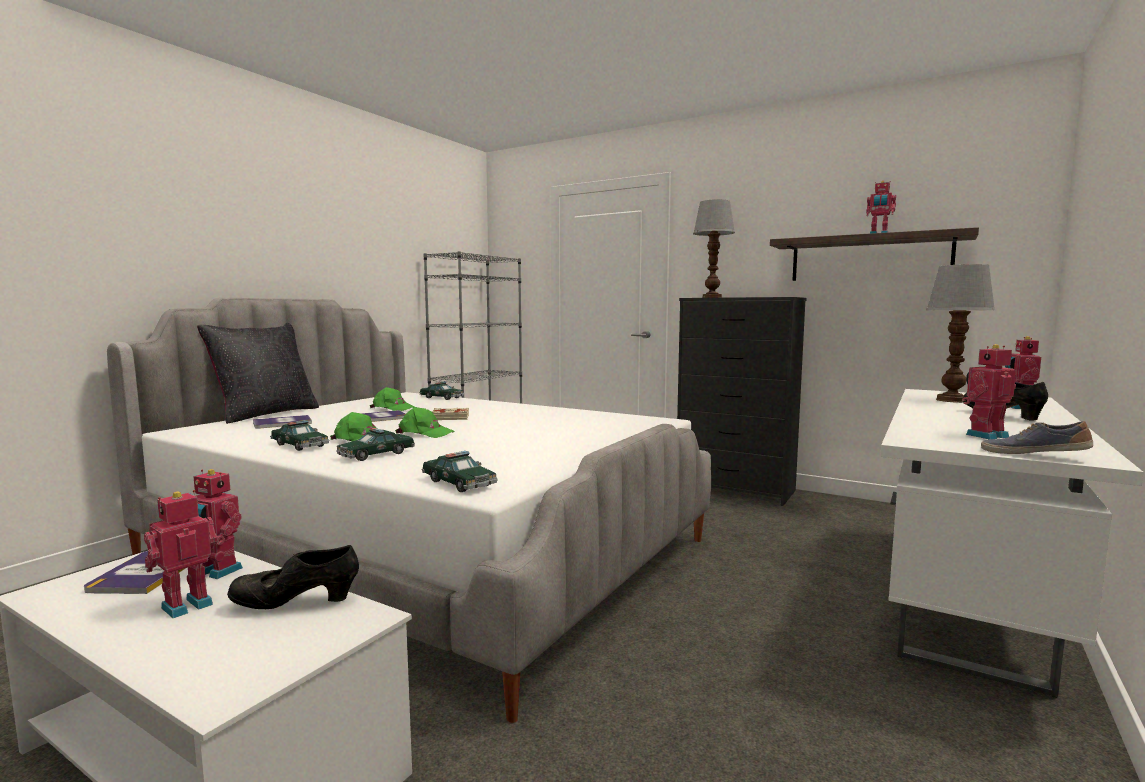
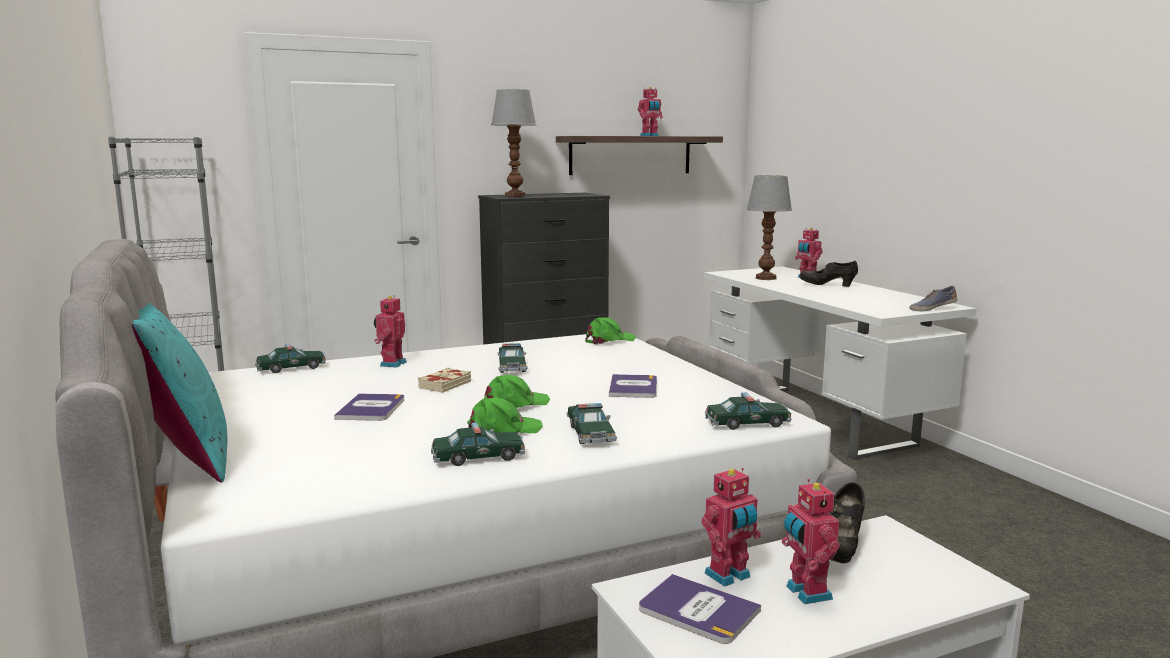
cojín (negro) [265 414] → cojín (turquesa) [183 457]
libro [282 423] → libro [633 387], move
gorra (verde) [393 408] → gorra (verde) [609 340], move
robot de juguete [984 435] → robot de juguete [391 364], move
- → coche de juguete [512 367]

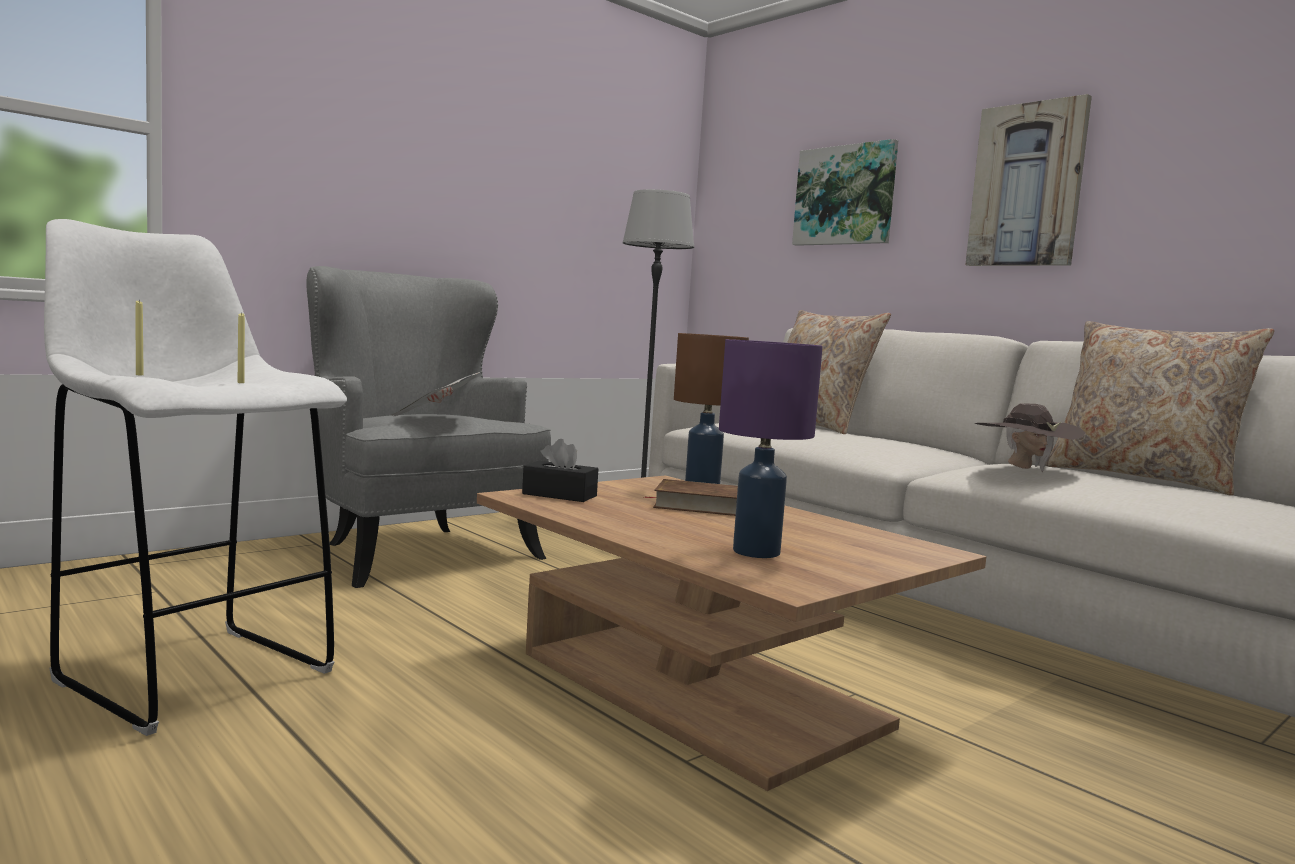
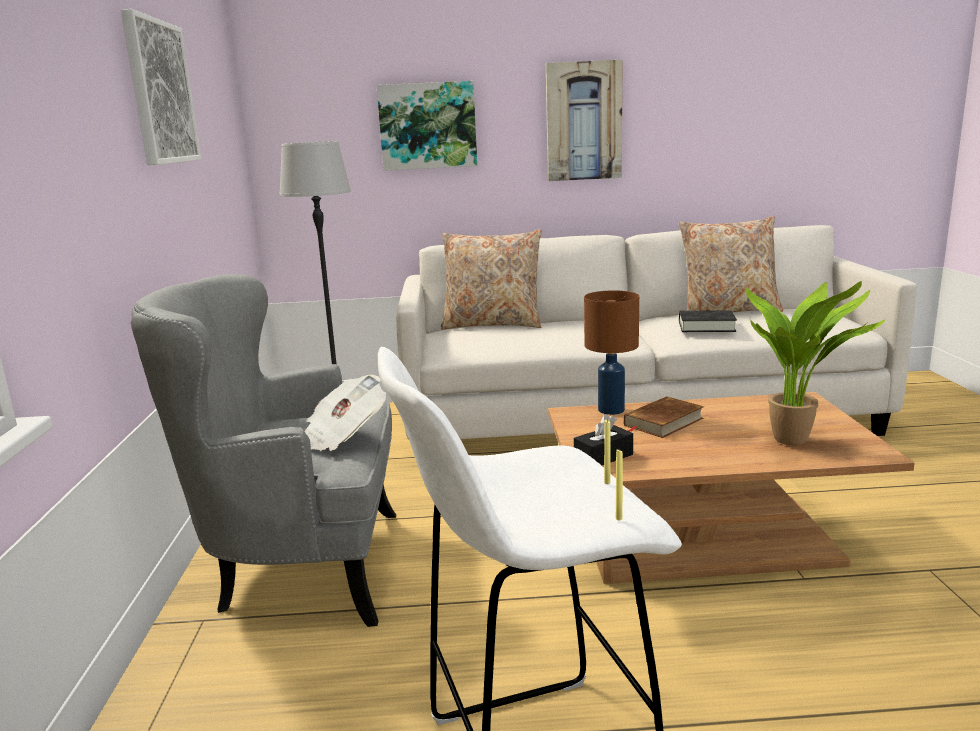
lámpara de mesa (morado) [756 551] → planta en maceta [796 440]
sombrero (marrón) [1023 469] → libro (negro) [706 326]
- → cuadro [160 92]

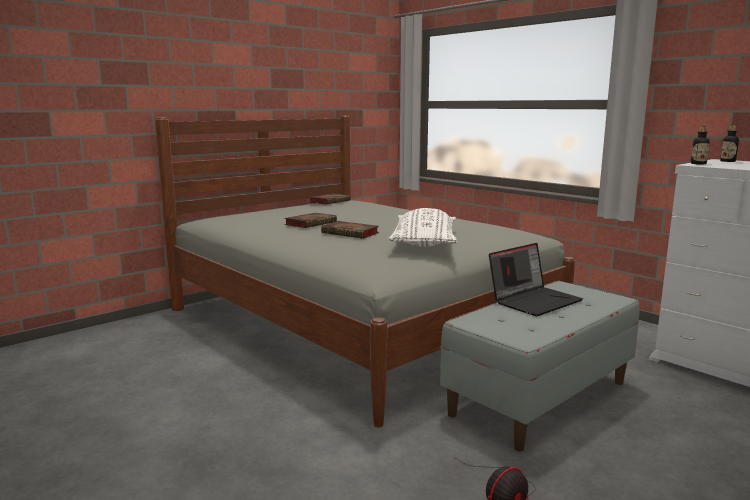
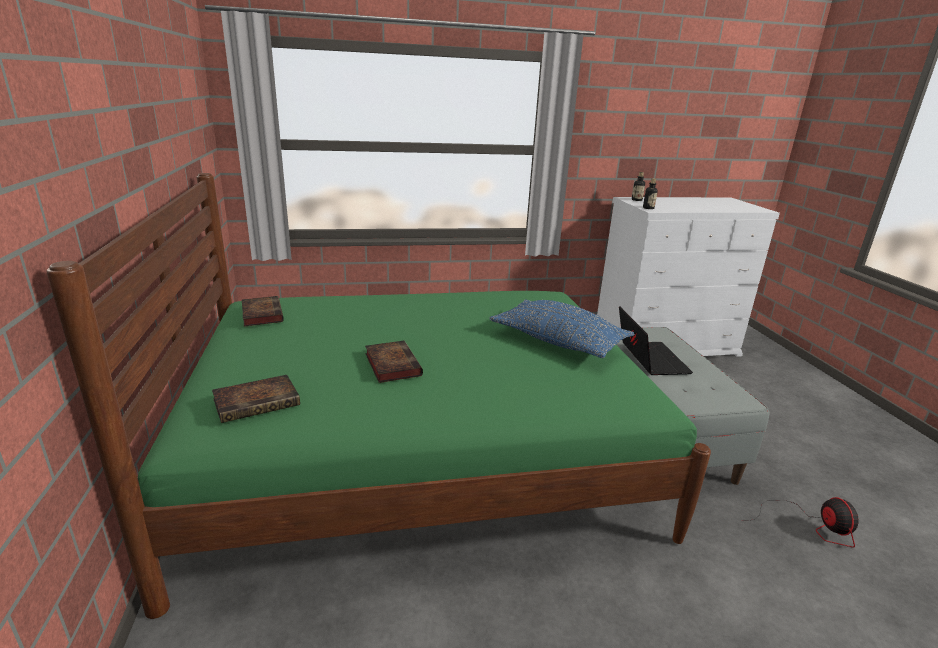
cama (gris) [357 322] → cama (verde) [420 454]
libro [351 233] → libro [259 402], move
cojín (blanco) [424 242] → cojín (azul) [558 341]

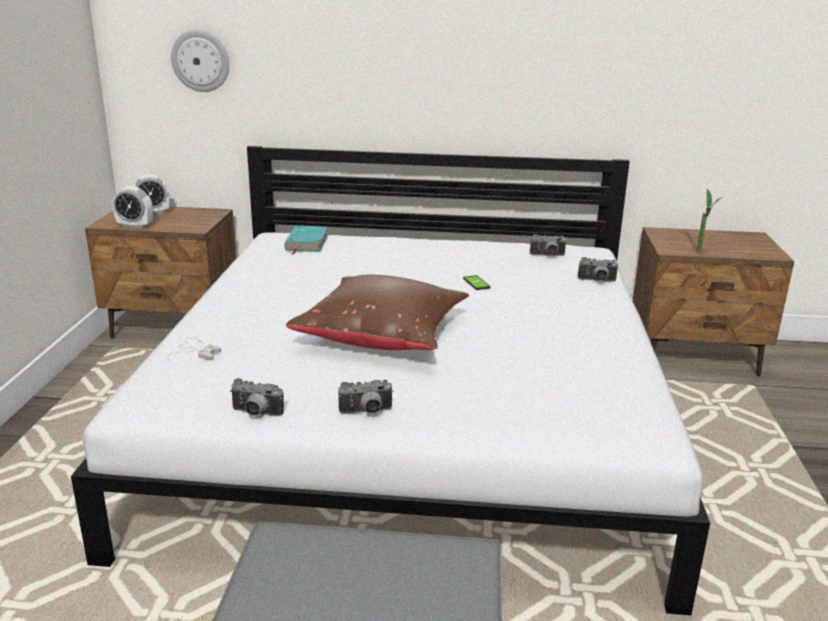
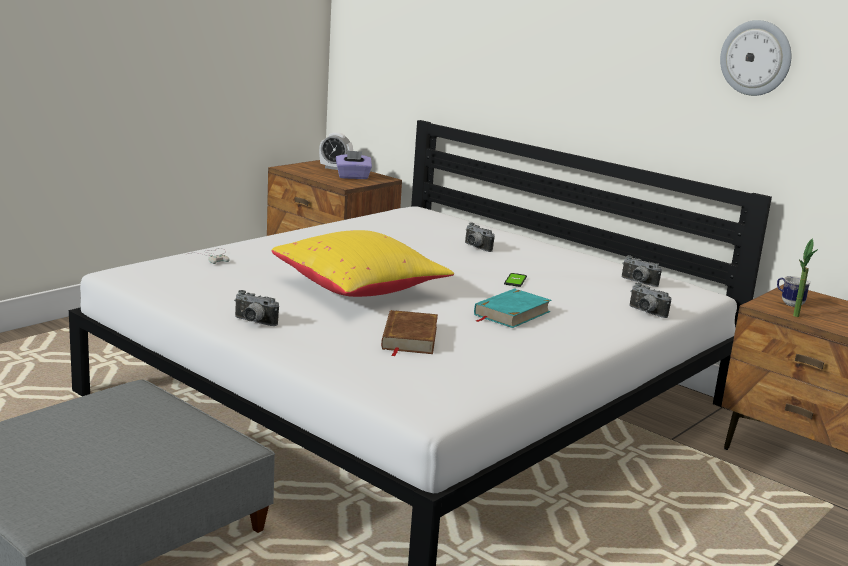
despertador [135 226] → -
reloj de pared [201 61] → reloj de pared [756 58], move
cámara [255 414] → cámara [475 247], move
libro (turquesa) [306 243] → libro (turquesa) [511 313], move
cojín (marrón) [383 337] → cojín (amarillo) [360 289]
- → caja de pañuelos (morado) [353 177]
- → libro (marrón) [409 338]
- → taza grande [789 303]

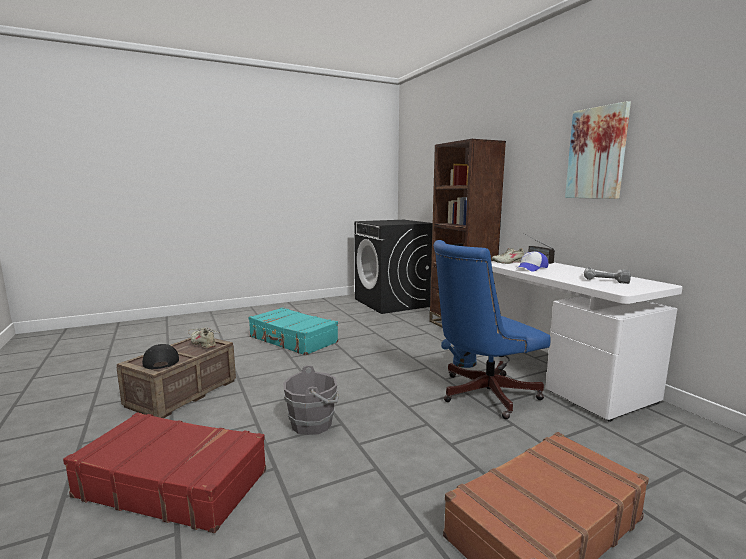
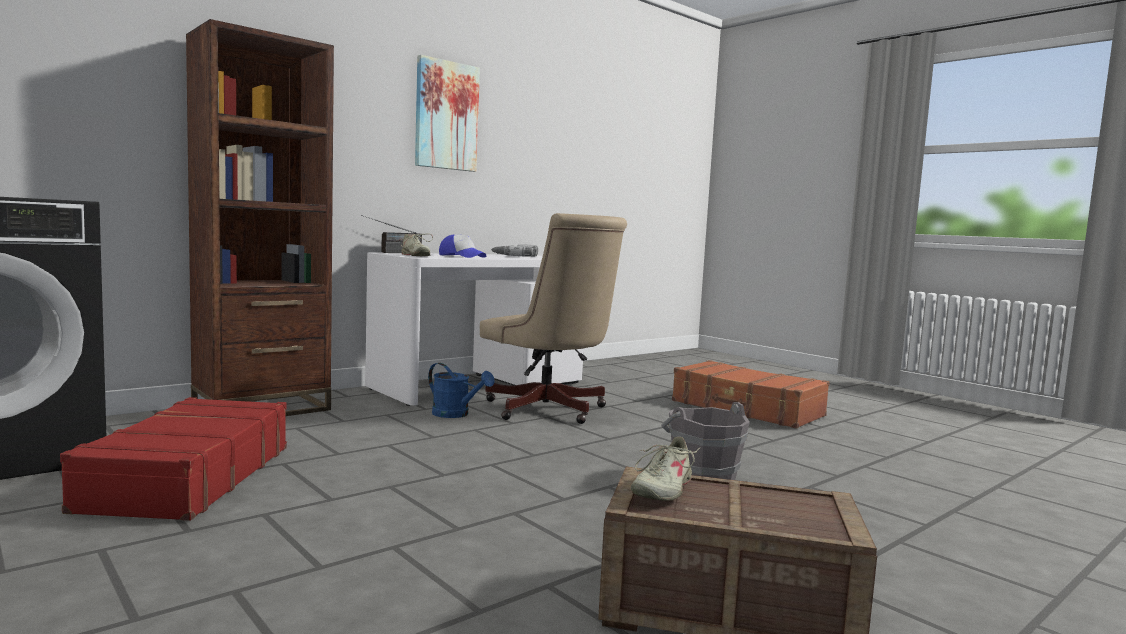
maleta (rojo) [173 483] → maleta (rojo) [187 478], move
gorra (negro) [161 360] → -
maleta (turquesa) [292 340] → -
silla de oficina (azul) [481 394] → silla de oficina (beis) [549 411]

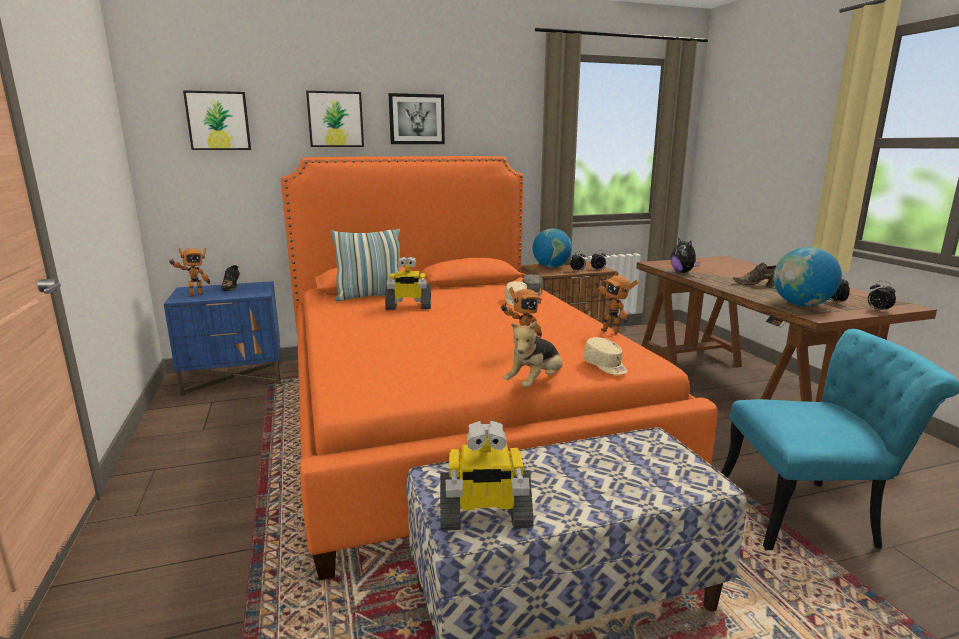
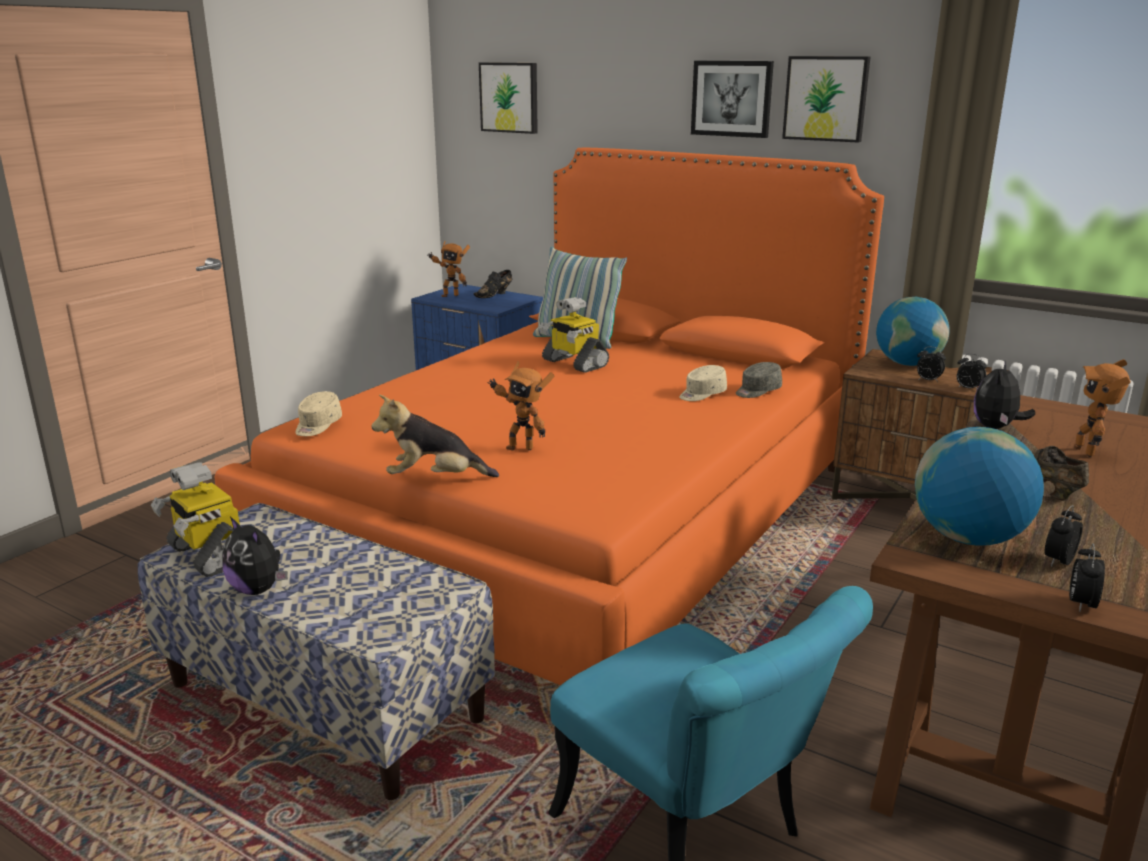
cuadro [335 119] → cuadro [826 98], move
gorra (beis) [605 366] → gorra (beis) [317 426], move
robot de juguete [610 331] → robot de juguete [1087 451], move
- → peluche [258 589]

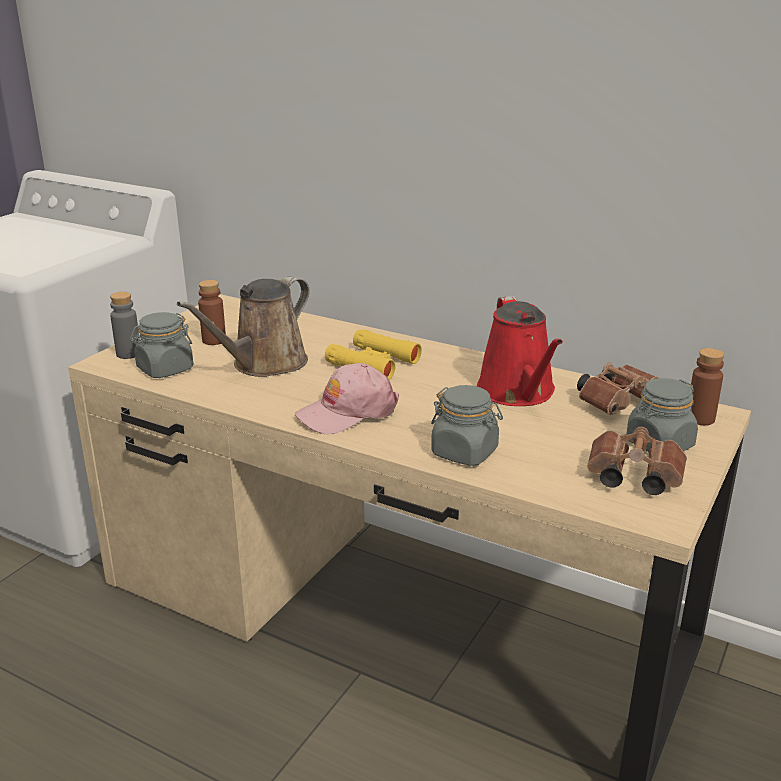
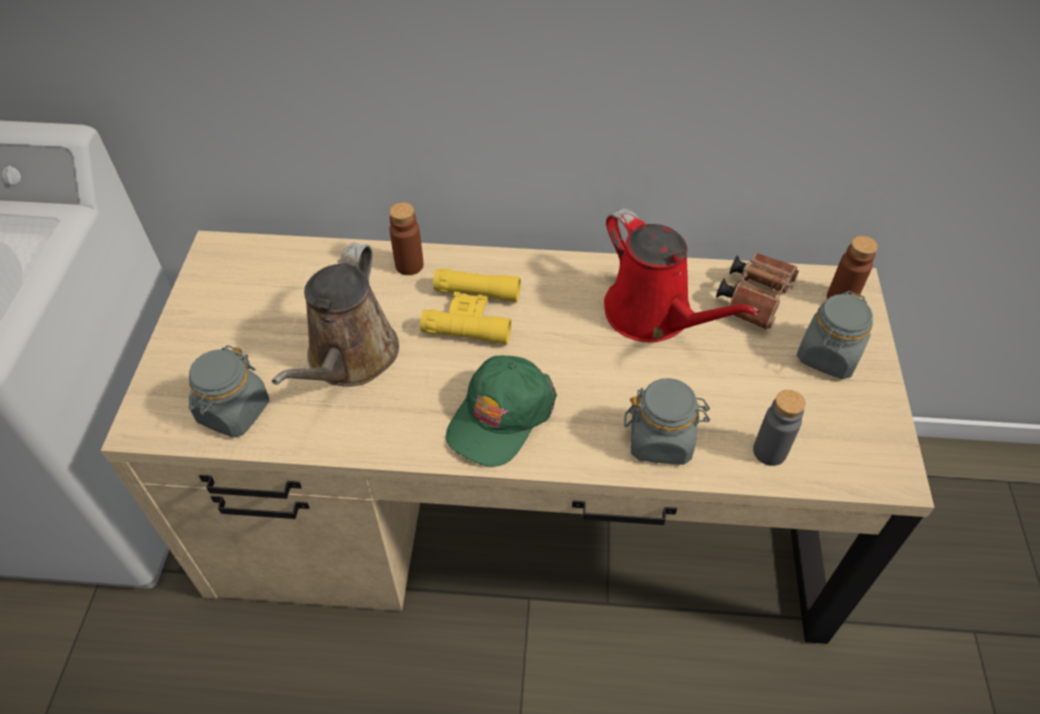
botella (gris) [128 354] → botella (gris) [769 451], move
botella (marrón) [214 340] → botella (marrón) [409 265], move
gorra (rosa) [347 412] → gorra (verde) [500 416]
prismáticos (marrón) [631 478] → -

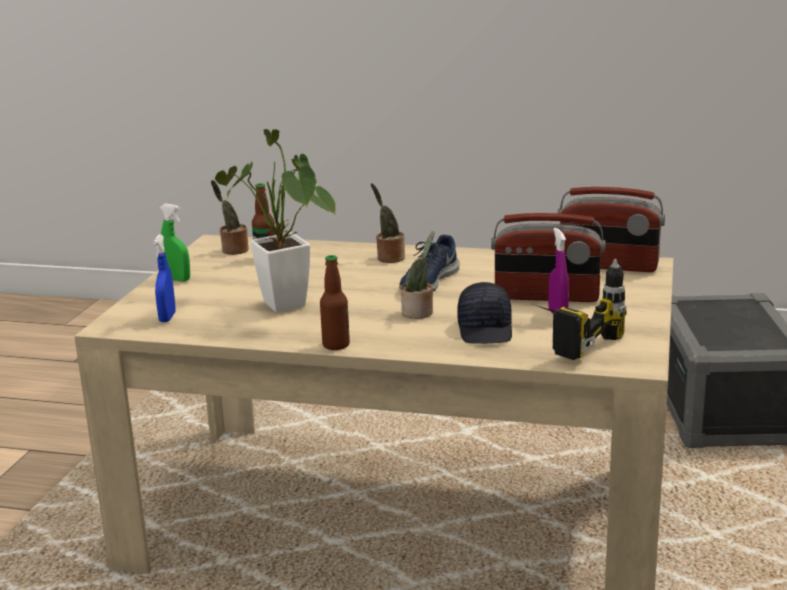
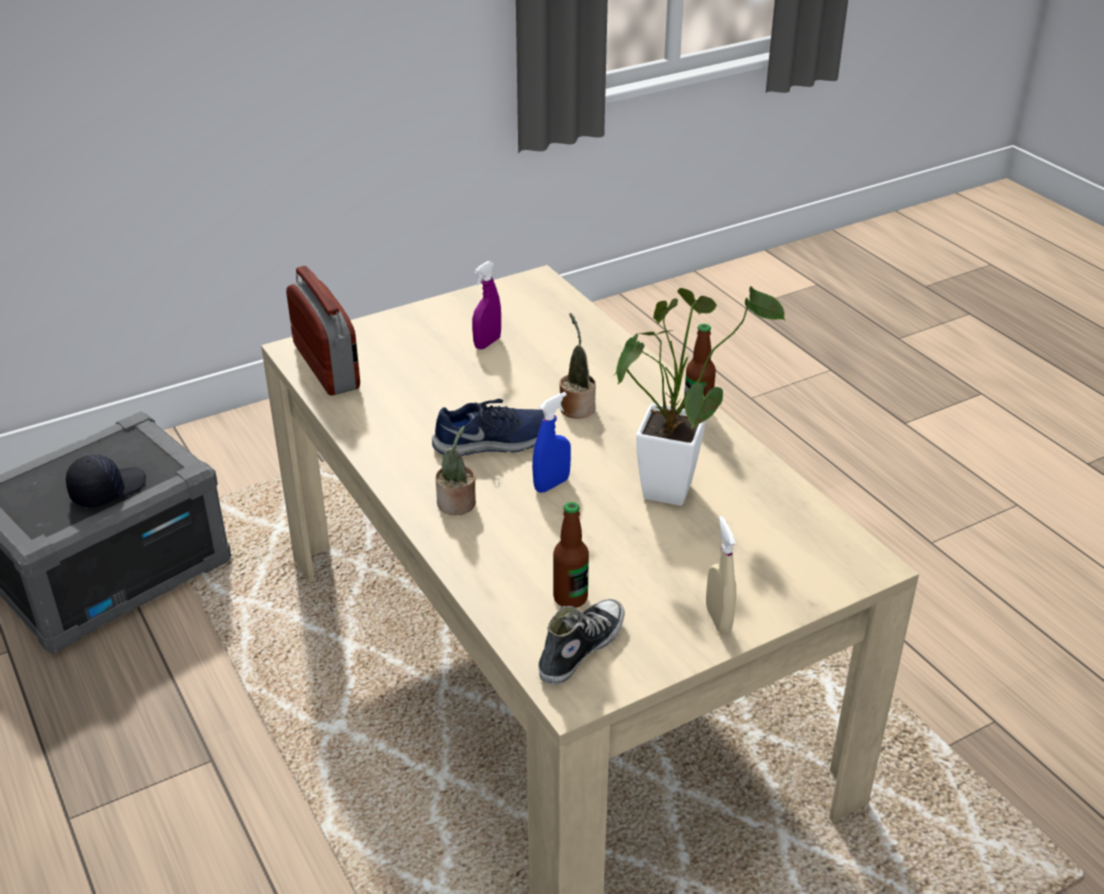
pulverizador (azul) [167 317] → pulverizador (azul) [551 484], move
pulverizador (verde) [177 279] → pulverizador (beis) [718 619]
planta en maceta [233 250] → zapato [580 648]
gorra (negro) [486 330] → gorra (negro) [107 489], move
radio [546 297] → -
taladro [565 339] → -

